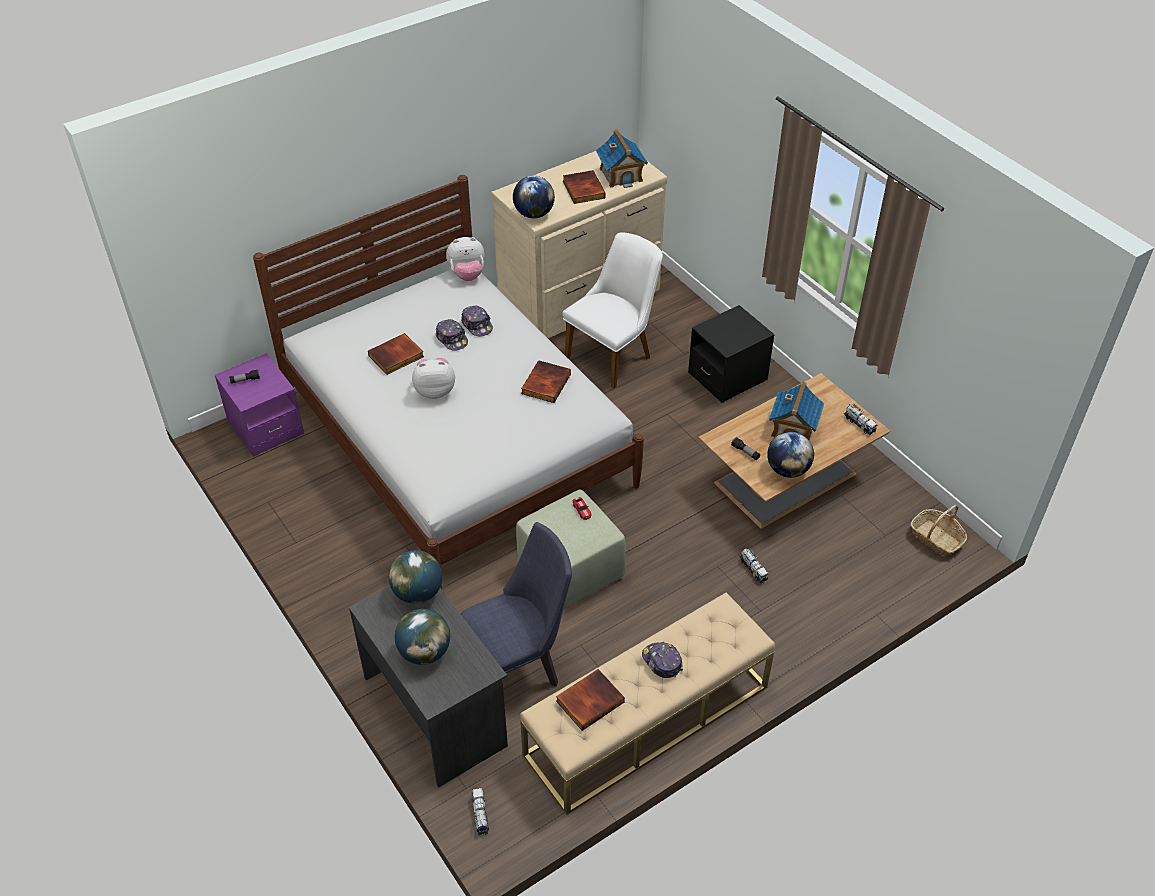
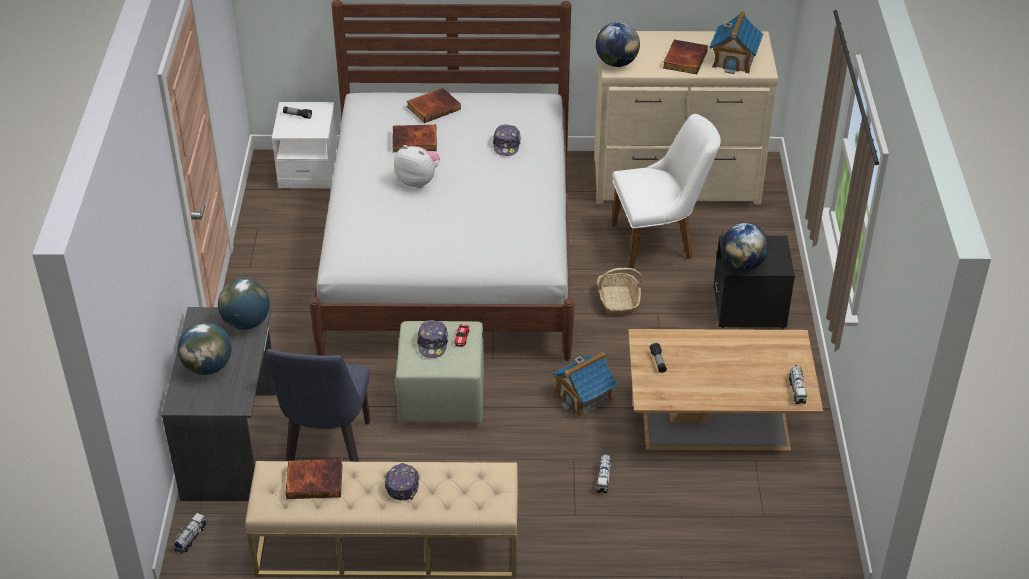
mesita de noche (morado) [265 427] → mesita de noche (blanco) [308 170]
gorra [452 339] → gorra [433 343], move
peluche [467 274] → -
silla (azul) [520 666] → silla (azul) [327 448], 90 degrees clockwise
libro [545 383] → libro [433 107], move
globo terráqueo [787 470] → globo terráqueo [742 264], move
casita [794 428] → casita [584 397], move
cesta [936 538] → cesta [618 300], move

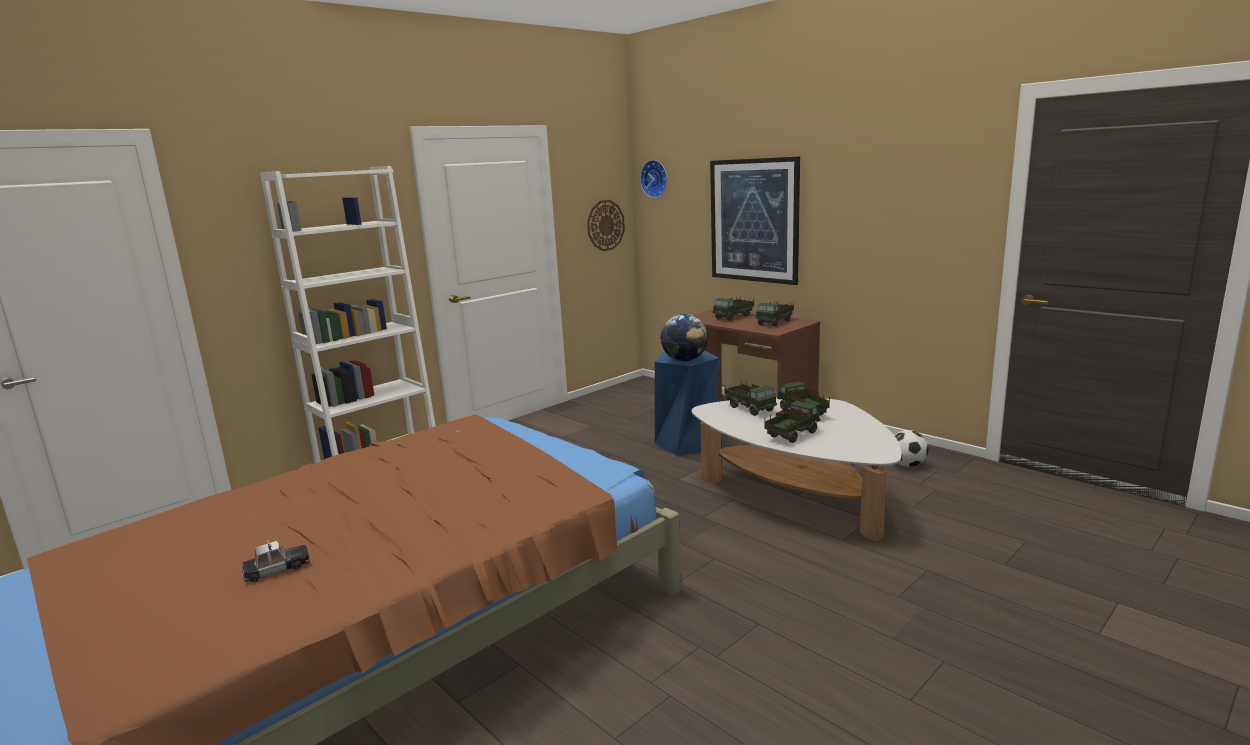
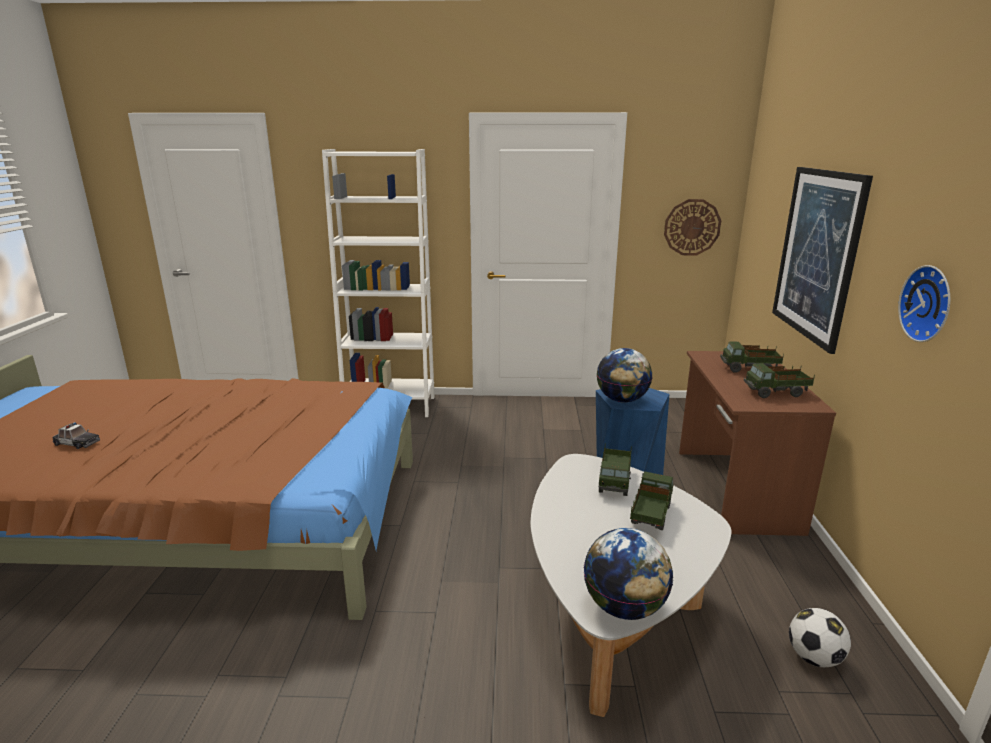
reloj de pared [655 179] → reloj de pared [929 304], move
camión de juguete [792 435] → -
- → globo terráqueo [624 607]

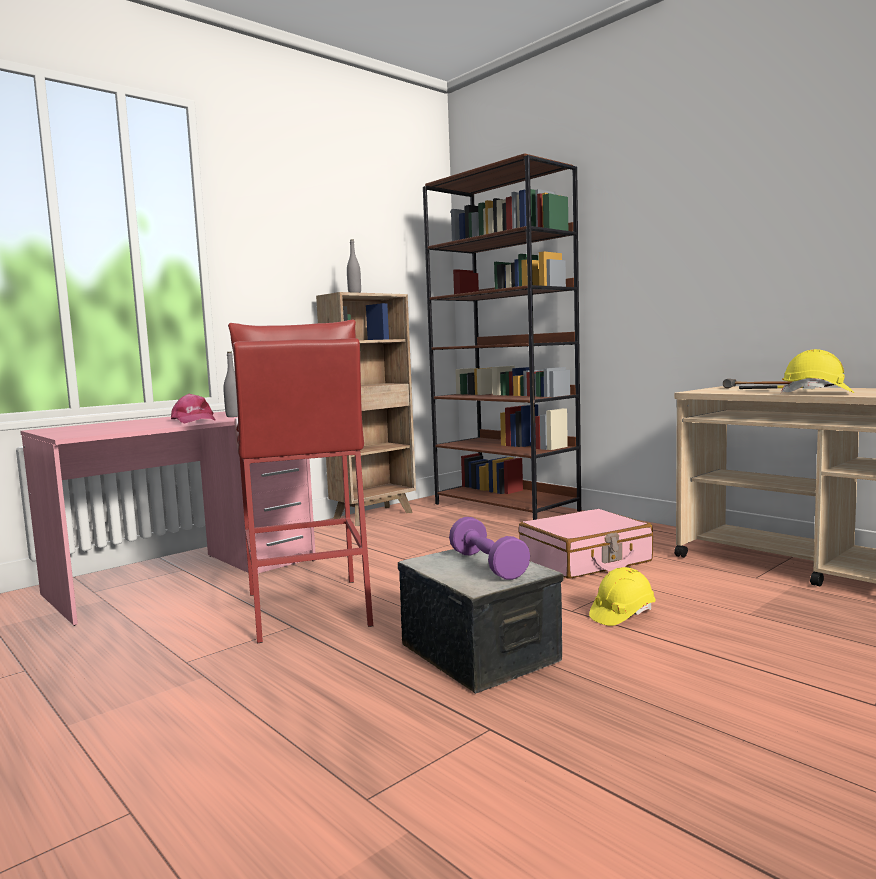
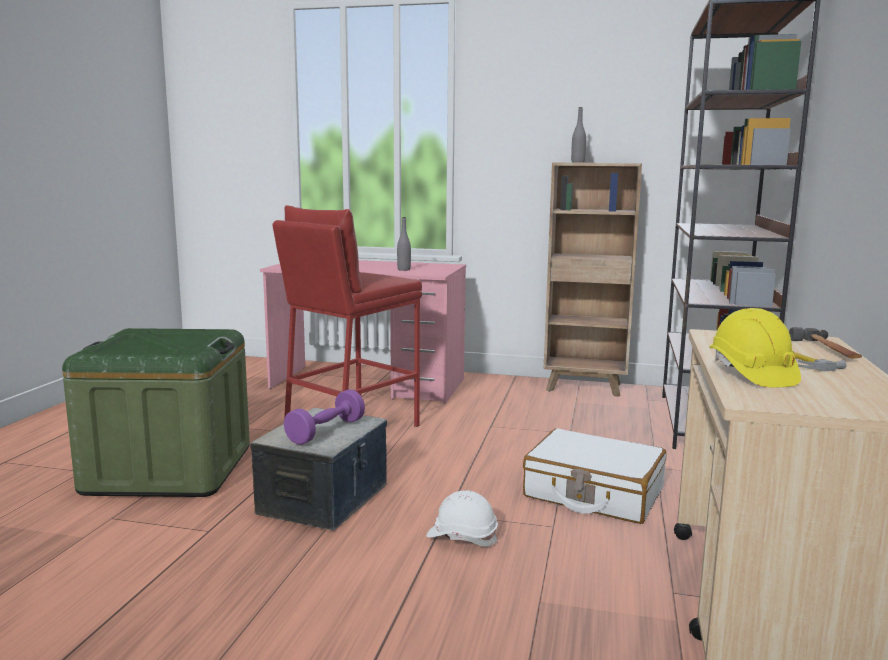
gorra (rosa) [193 420] → -
maleta (rosa) [585 560] → maleta (blanco) [593 493]
casco (amarillo) [622 614] → casco (blanco) [462 537]
- → caja de almacenaje (verde) [169 469]

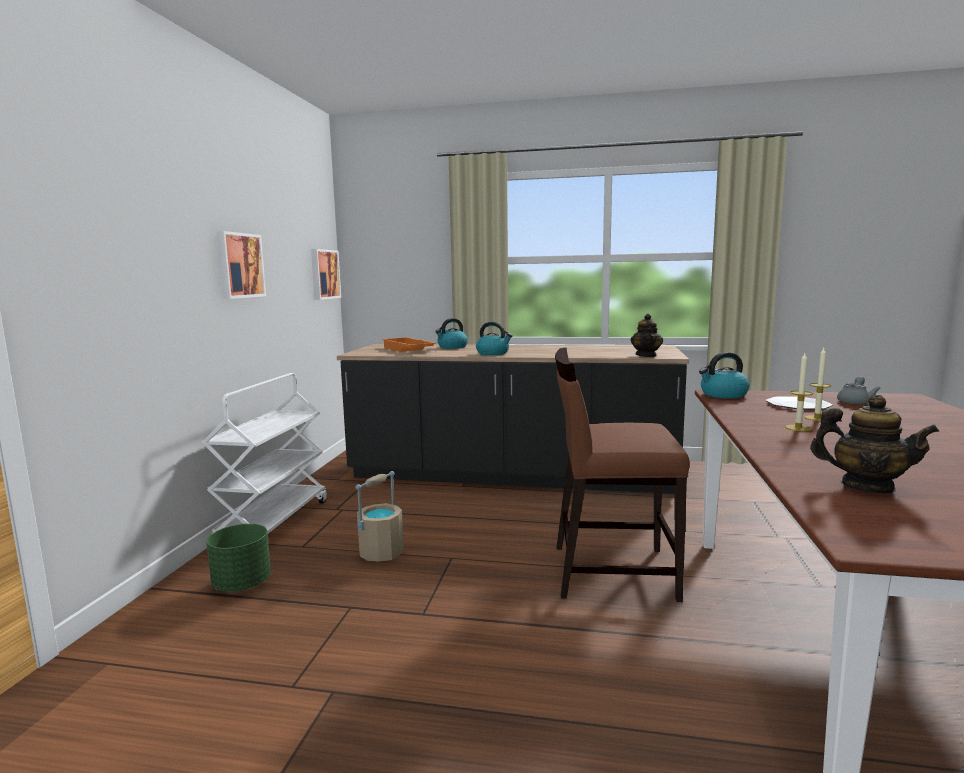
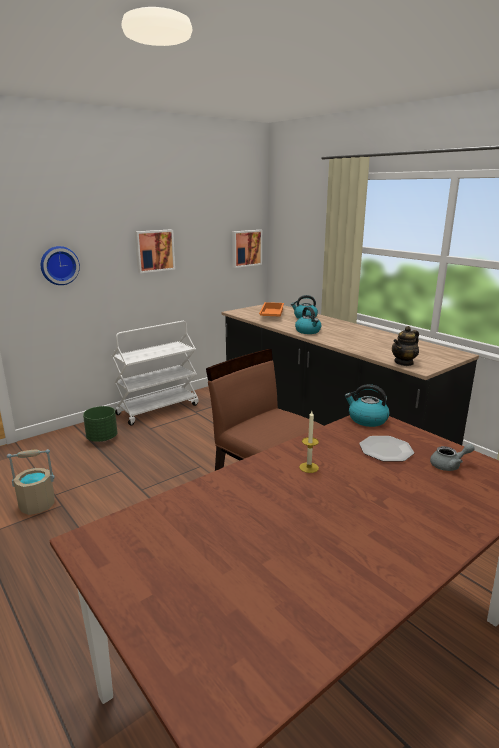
cubo (beis) [381 552] → cubo (beis) [37 505], move
vela [817 418] → -
tetera [866 486] → -
- → reloj de pared [59 265]

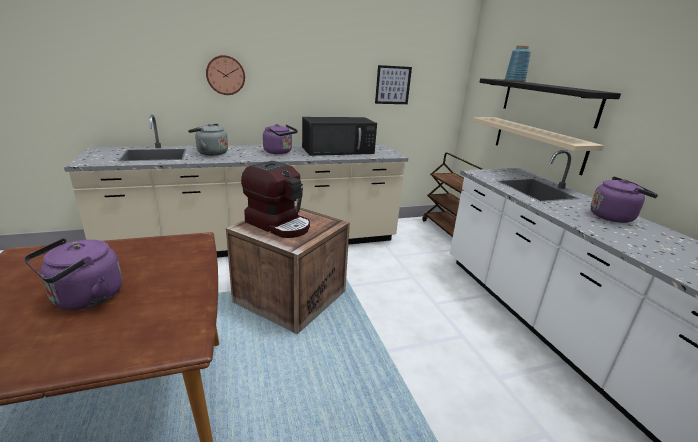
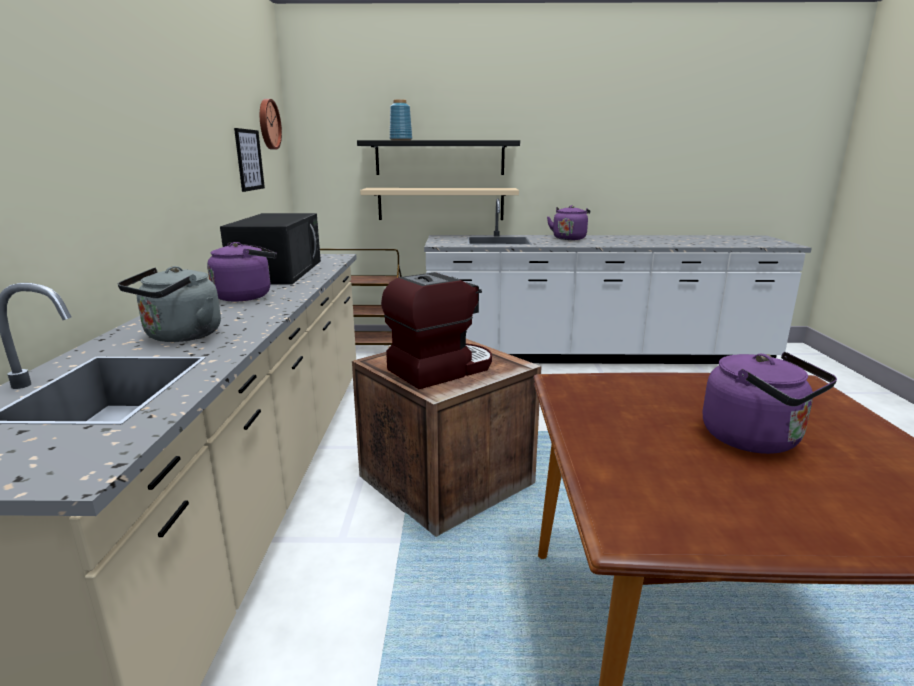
reloj de pared [225 75] → reloj de pared [268 124], move

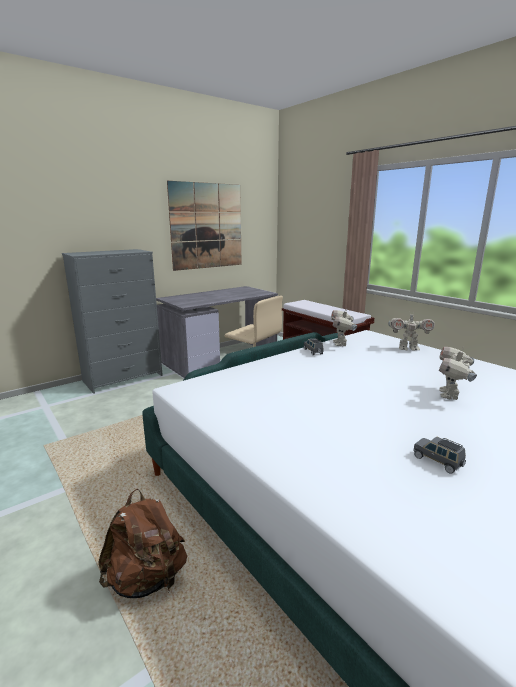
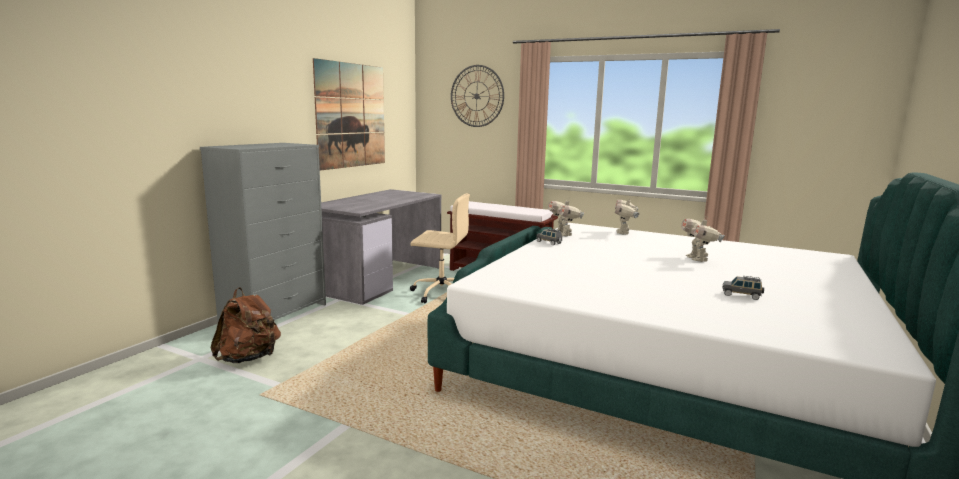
mochila (marrón) [147 579] → mochila (marrón) [248 358], move
robot de juguete [408 348] → robot de juguete [624 233], 120 degrees clockwise
- → reloj de pared [477 96]

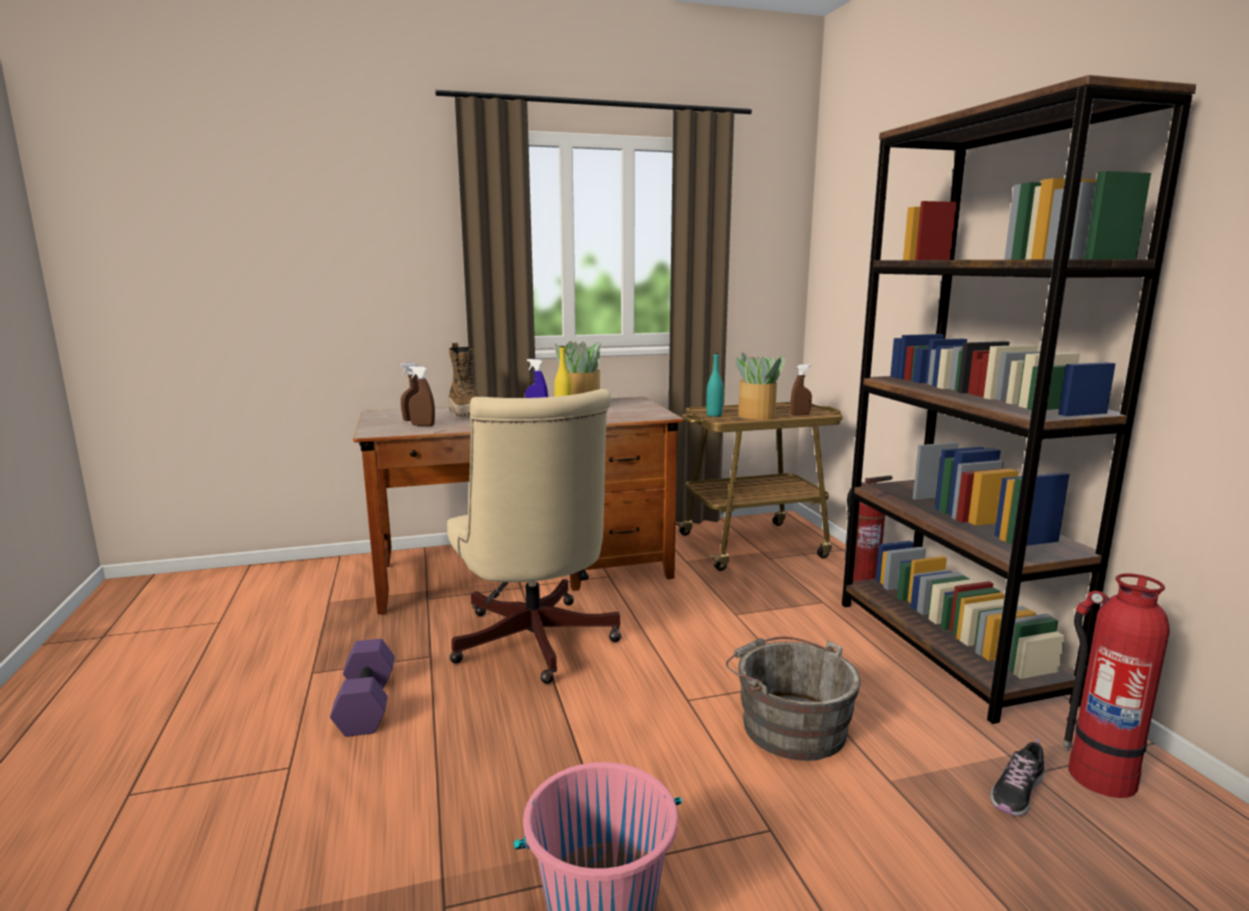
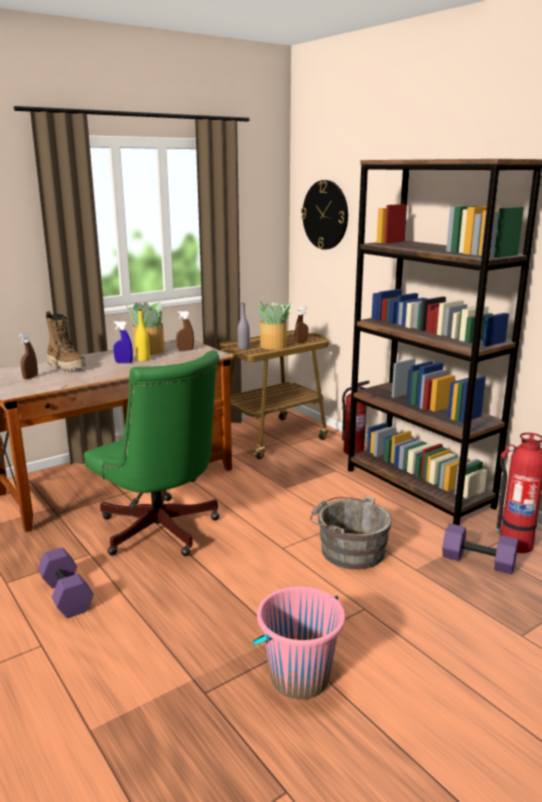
pulverizador (marrón) [423 425] → pulverizador (marrón) [185 350], move
silla de oficina (beis) [534 645] → silla de oficina (verde) [161 533]
botella (turquesa) [714 415] → botella (gris) [243 348]
zapato [1016 792] → mancuerna (morado) [479 561]
- → reloj de pared [325 215]

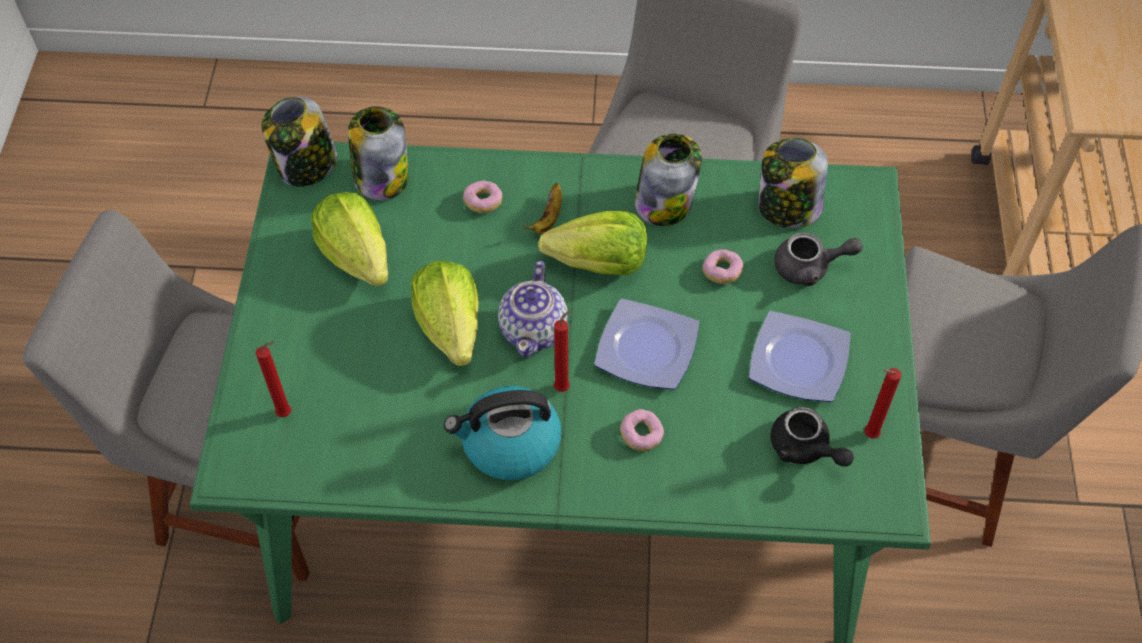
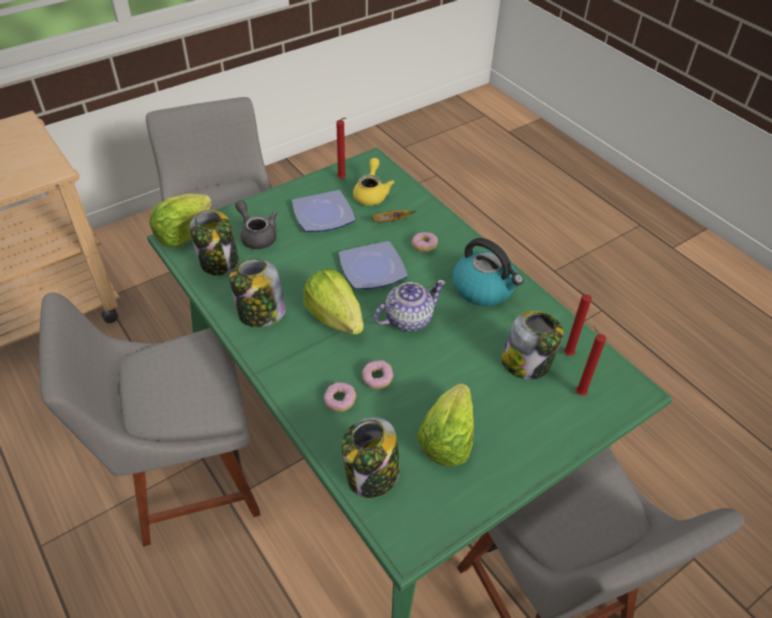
tarro [306 166] → tarro [526 363], move
lechuga [450 327] → lechuga [183 234], move
plátano [548 219] → plátano [392 221], move
vela (rojo) [563 386] → vela (rojo) [566 354], move
rosquilla [722 272] → rosquilla [377 379], move
tetera (negro) [805 449] → tetera (amarillo) [371 194]

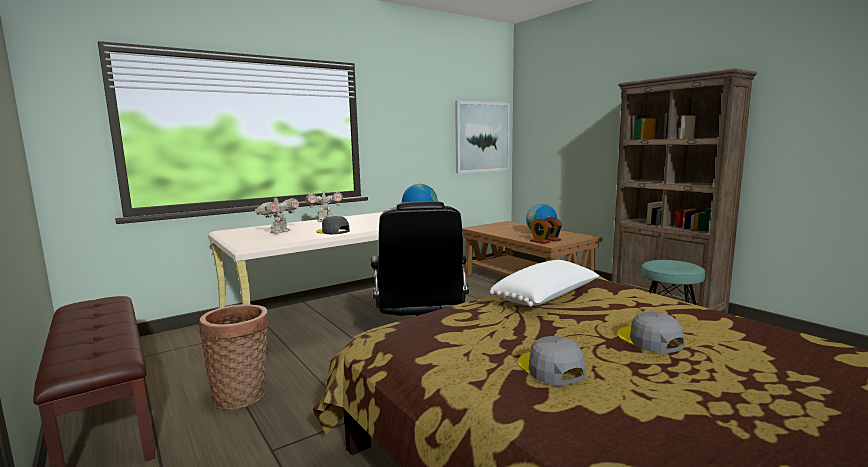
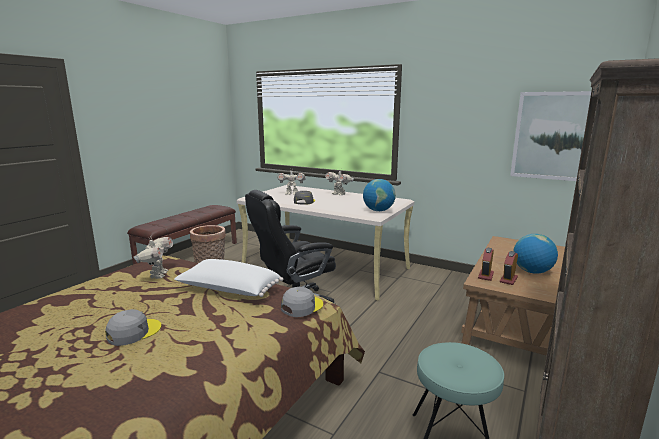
gorra (gris) [550 368] → gorra (gris) [301 306], move
- → robot de juguete [157 275]

